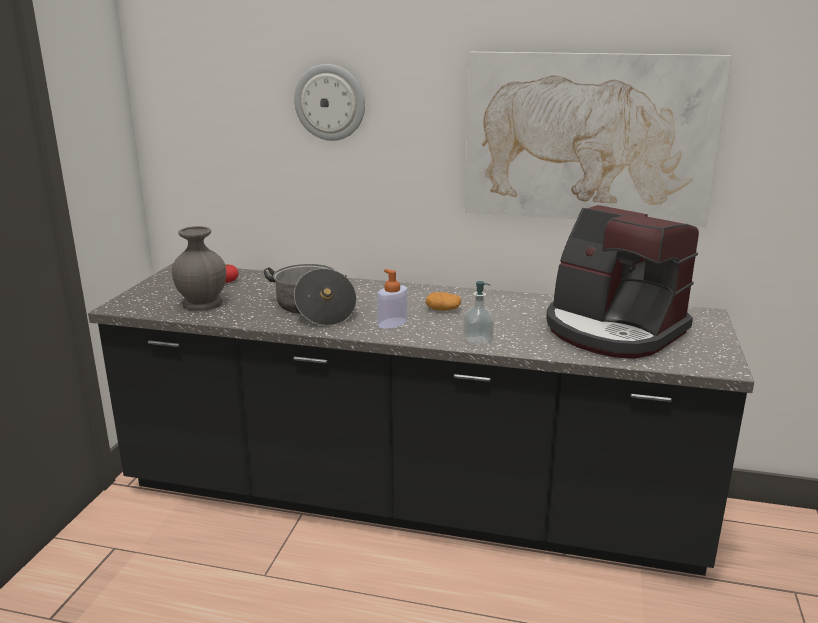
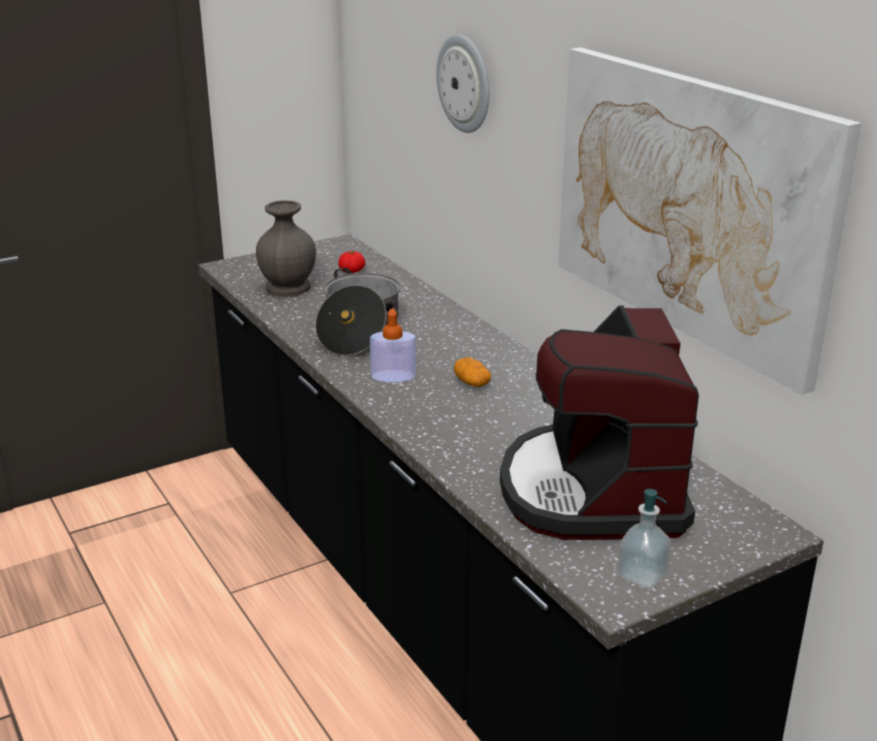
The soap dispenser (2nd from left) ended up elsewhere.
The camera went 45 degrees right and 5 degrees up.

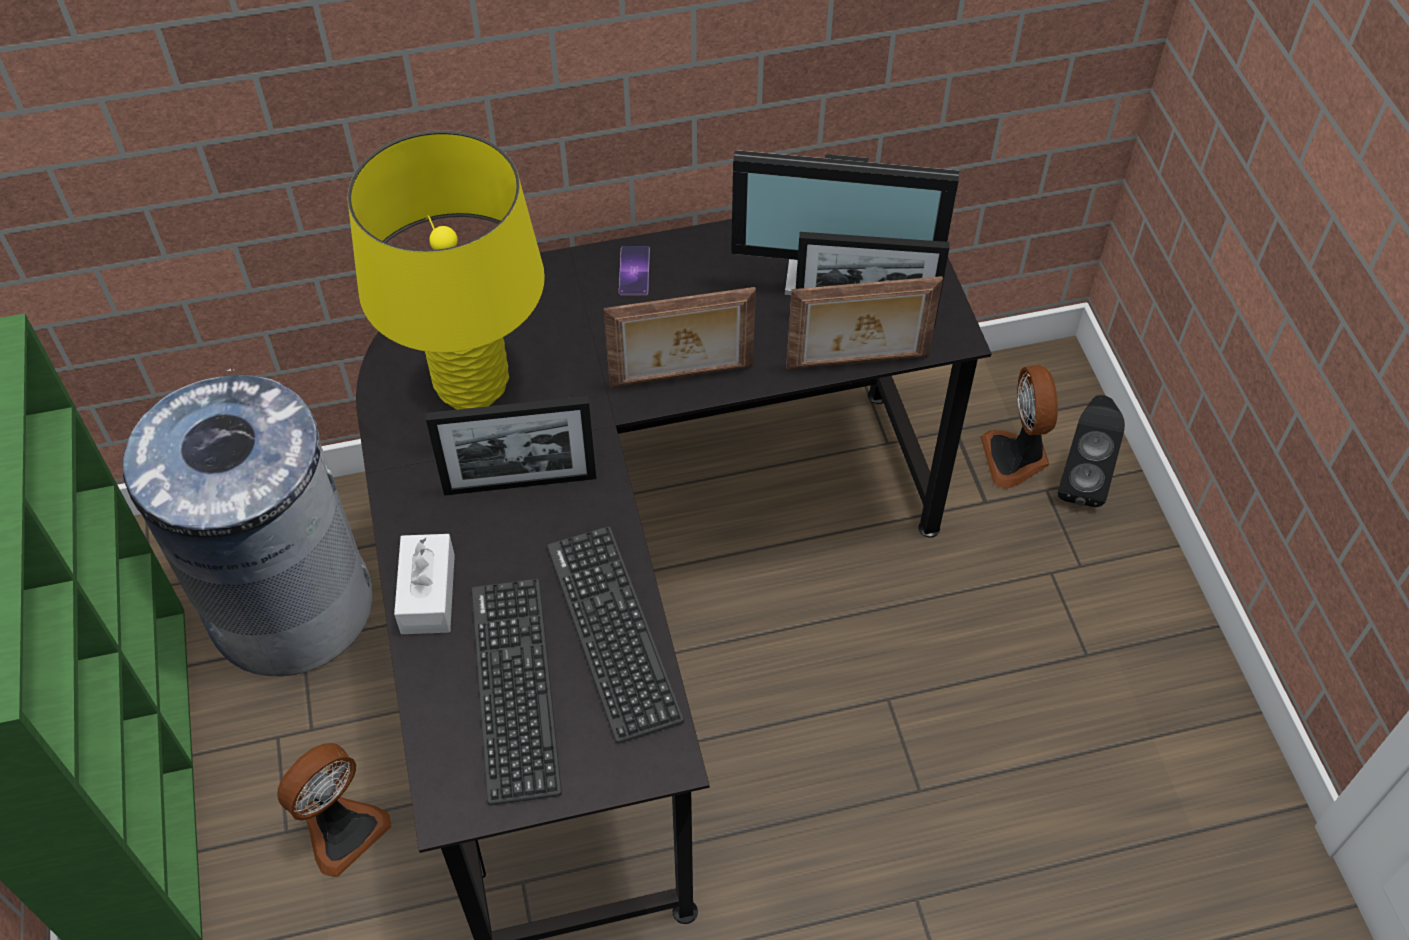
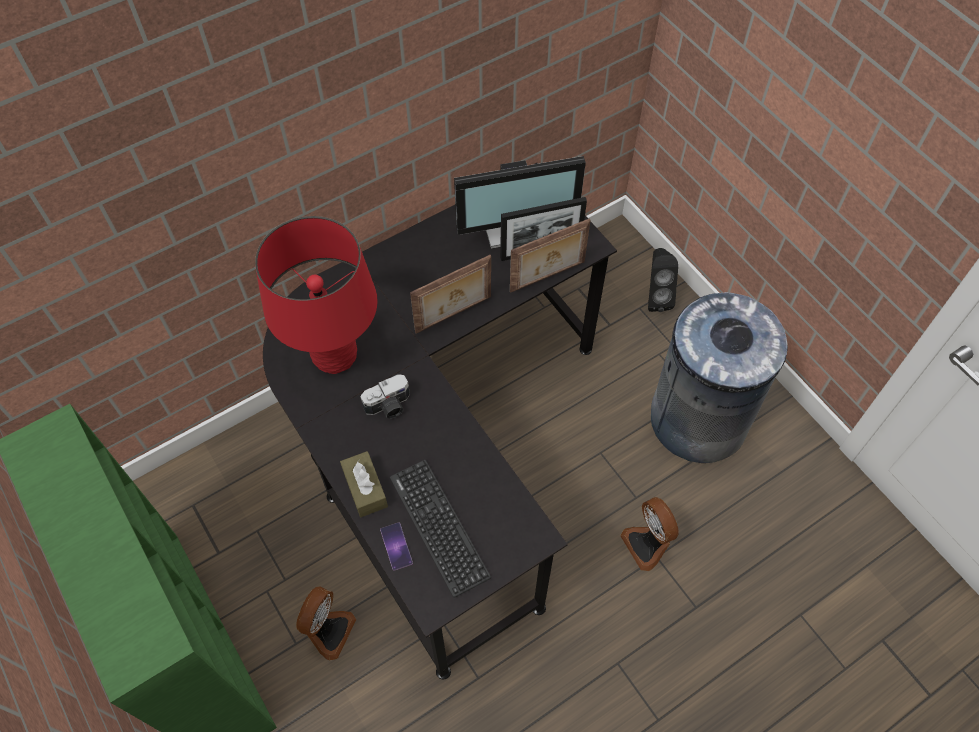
What was the yellow table lamp turned into the red table lamp.
The phone ended up elsewhere.
The fan (2nd from left) ended up elsewhere.
The grey trash can ended up elsewhere.
Where the picture frame (1st from left) stood, the photo camera came to stand.
The second view lost the keyboard (2nd from left).
What was the white tissue box turned into the brown tissue box.
The camera went 20 degrees left and 5 degrees up.

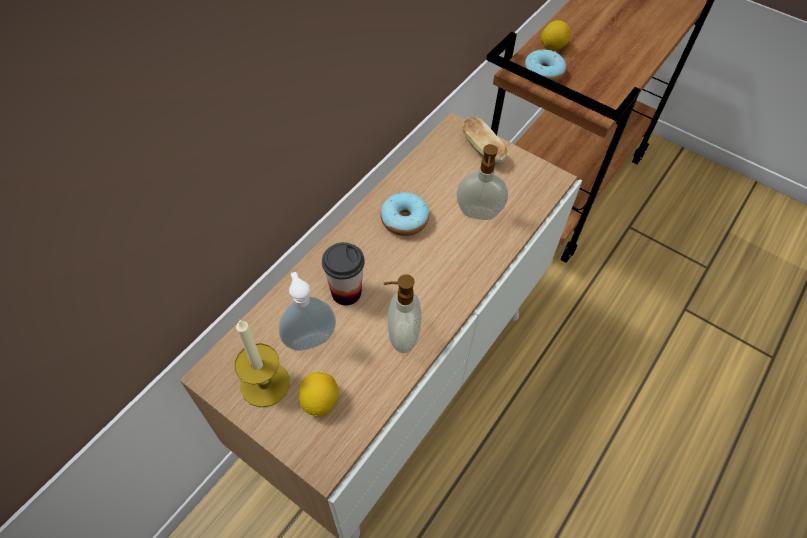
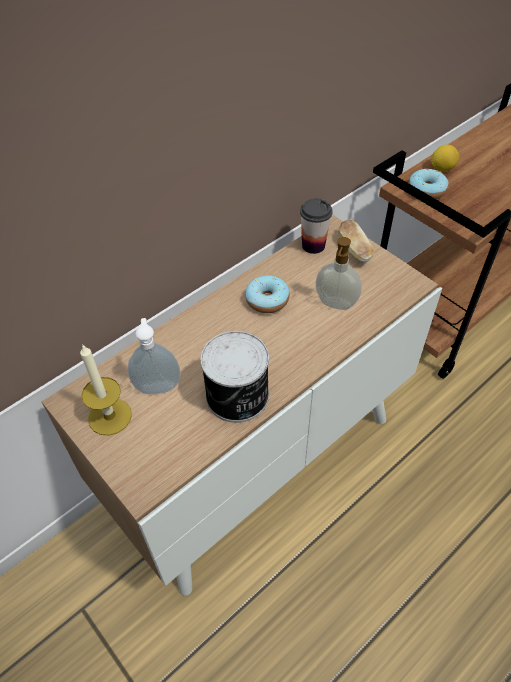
The cup ended up elsewhere.
Where the soap dispenser (2nd from left) stood, the can came to stand.
The second view lost the lemon (1st from left).
The camera went 15 degrees right and 5 degrees down.

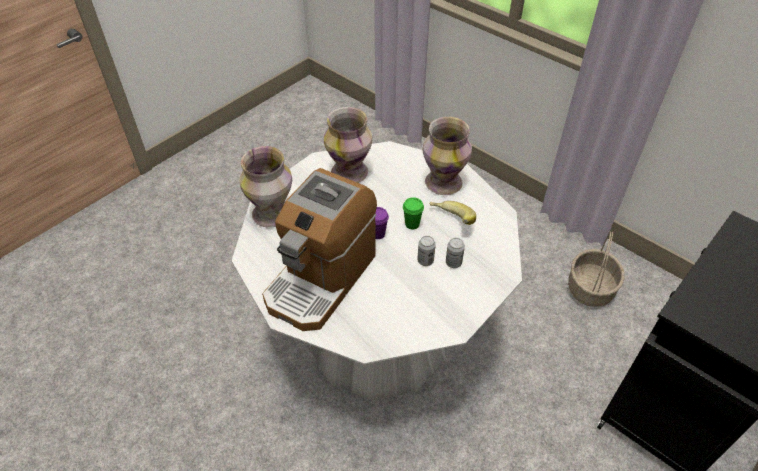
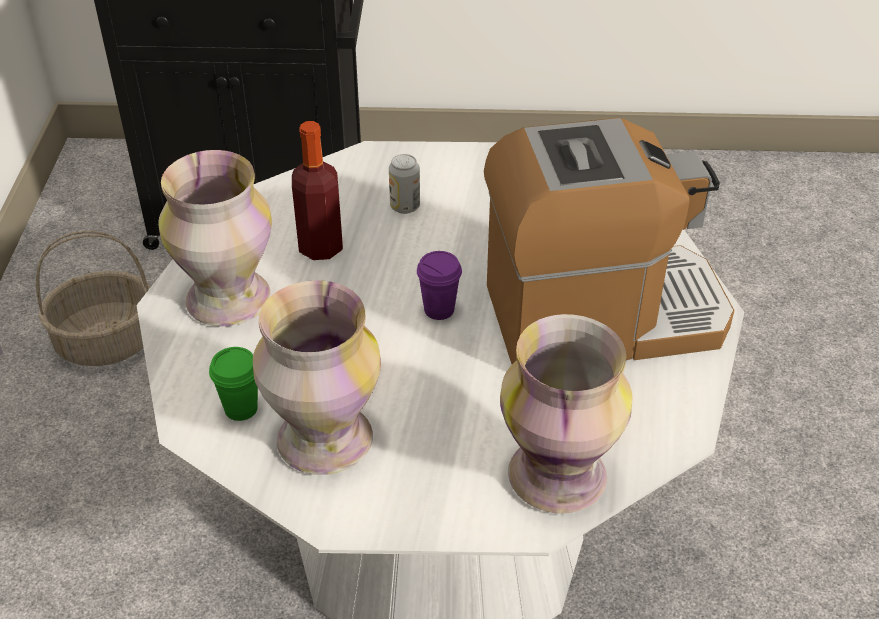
The green cup ended up elsewhere.
Where the banana stood, the bottle came to stand.
The second view lost the can (1st from left).
The camera went 130 degrees left and 5 degrees down.

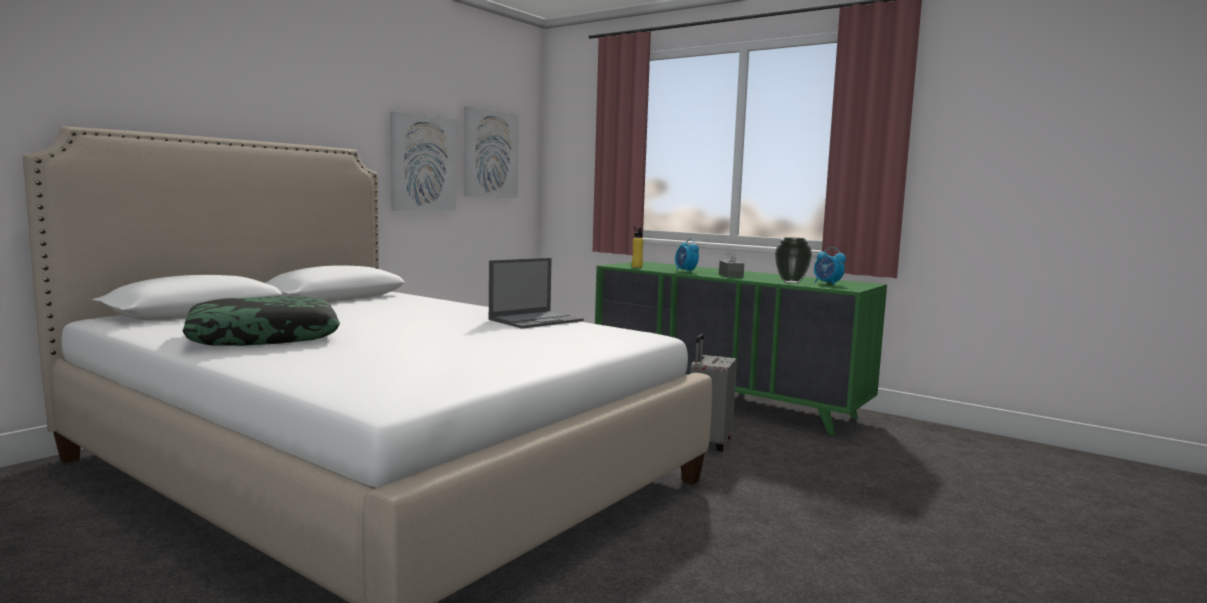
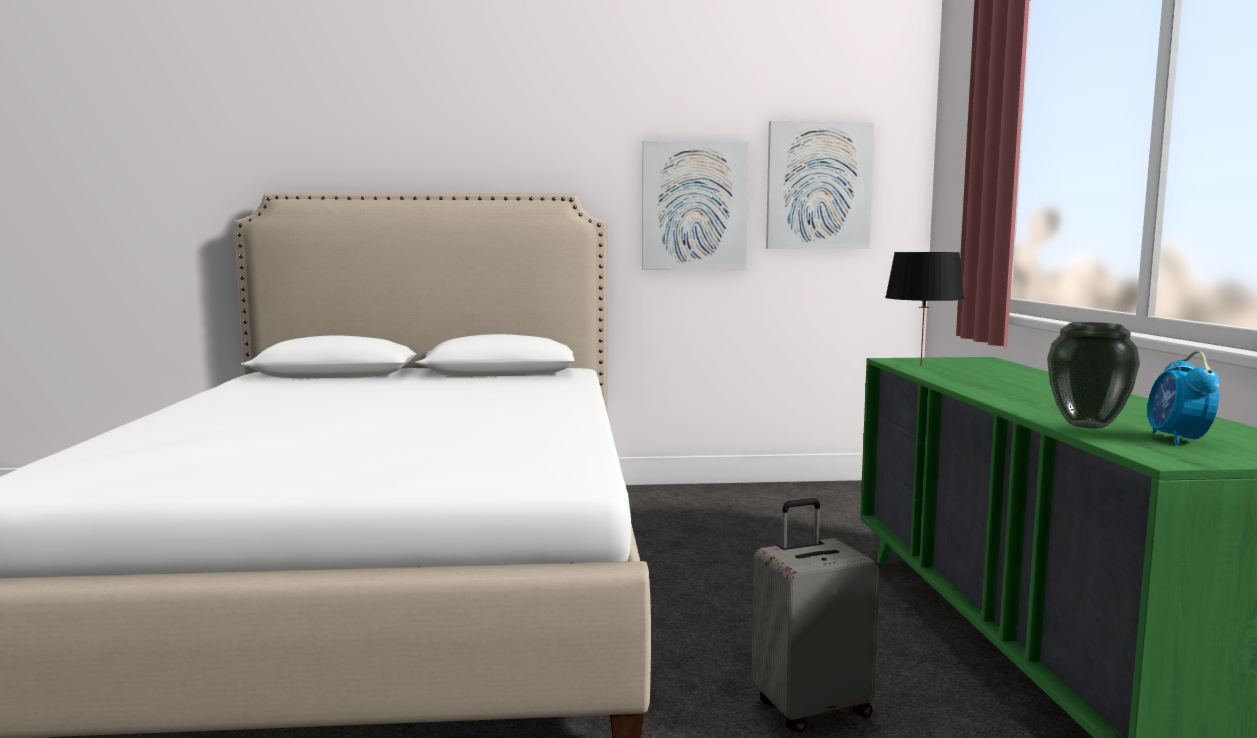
Where the yellow bottle stood, the black table lamp came to stand.
The second view lost the alarm clock (1st from left).
The second view lost the grey tissue box.
The second view lost the laptop.
The second view lost the pillow.
The camera went 50 degrees right and 0 degrees up.

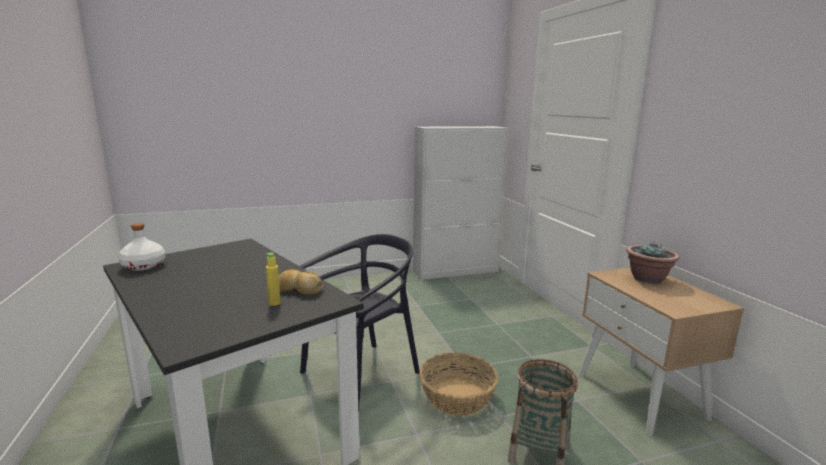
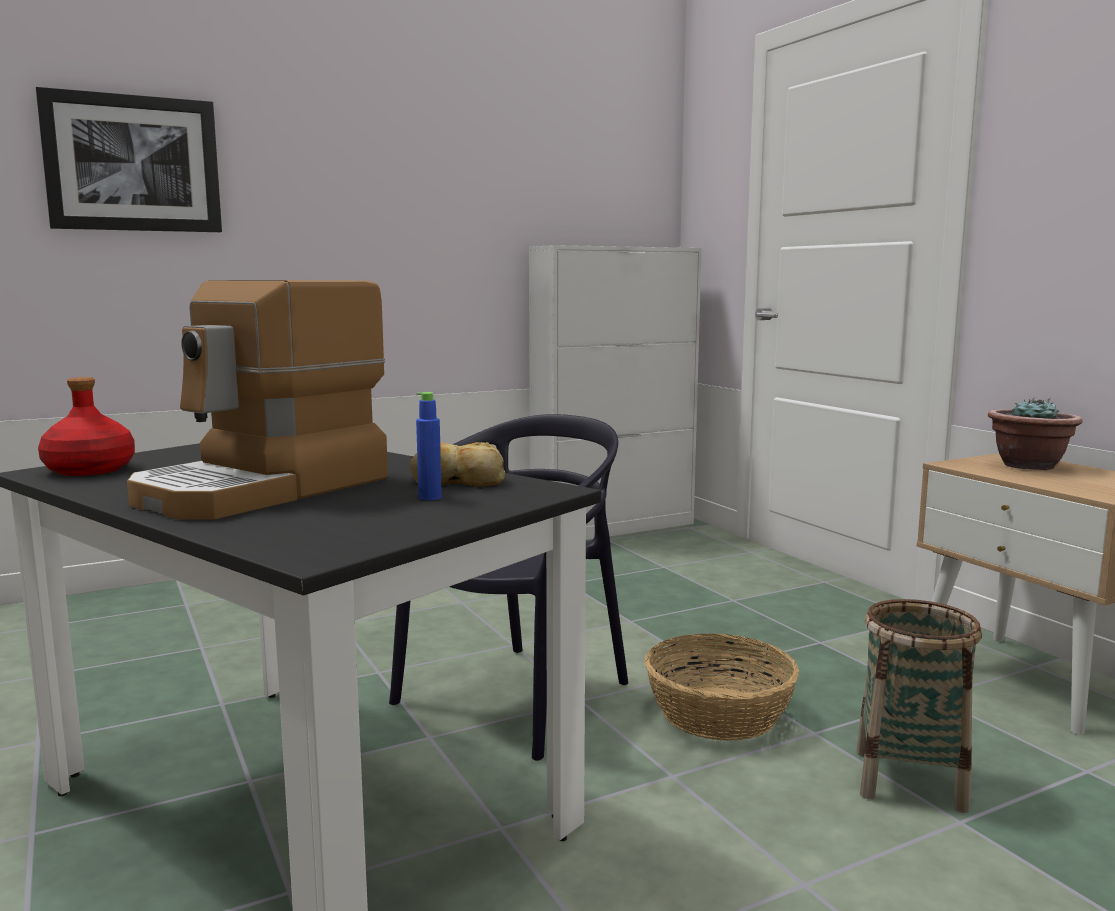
What was the white bottle turned into the red bottle.
What was the yellow bottle turned into the blue bottle.
The second view gained the picture.
The second view gained the coffee machine.
The camera went 10 degrees left and 5 degrees down.

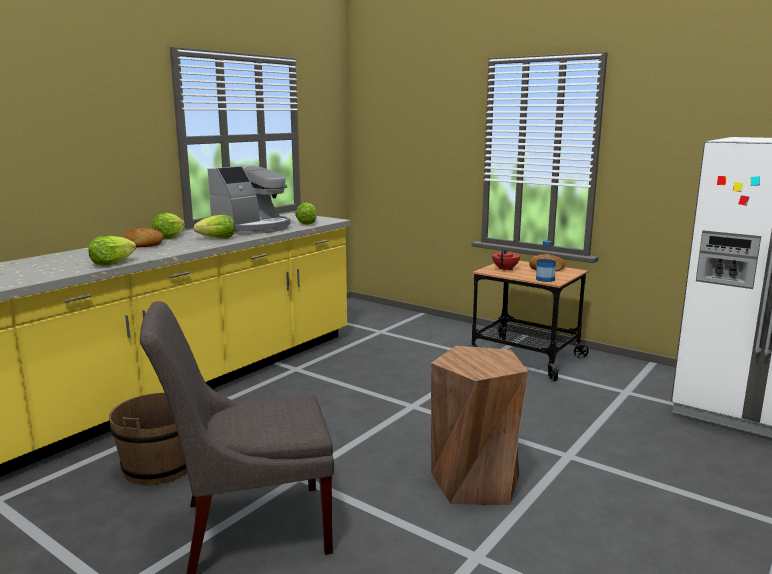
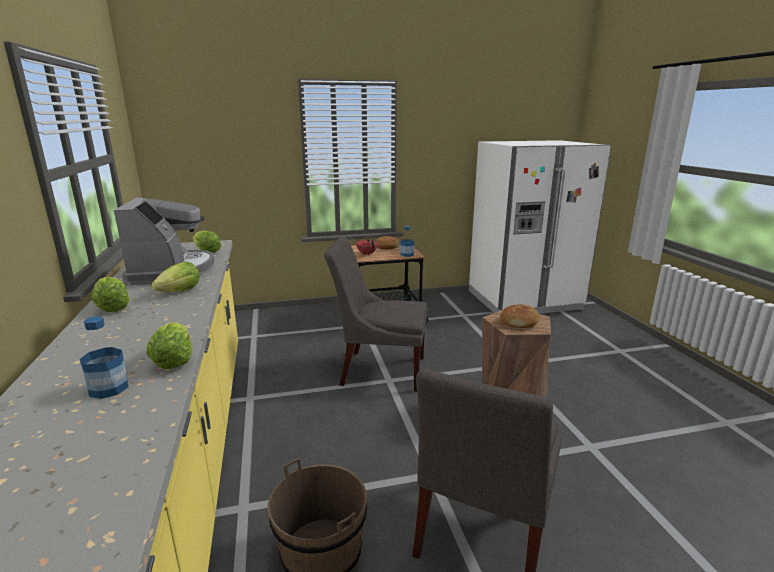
The bread (1st from left in the first image) ended up elsewhere.
The second view gained the grey chair (1st from left).
The second view gained the bottle (1st from left).
The camera went 50 degrees left and 5 degrees up.

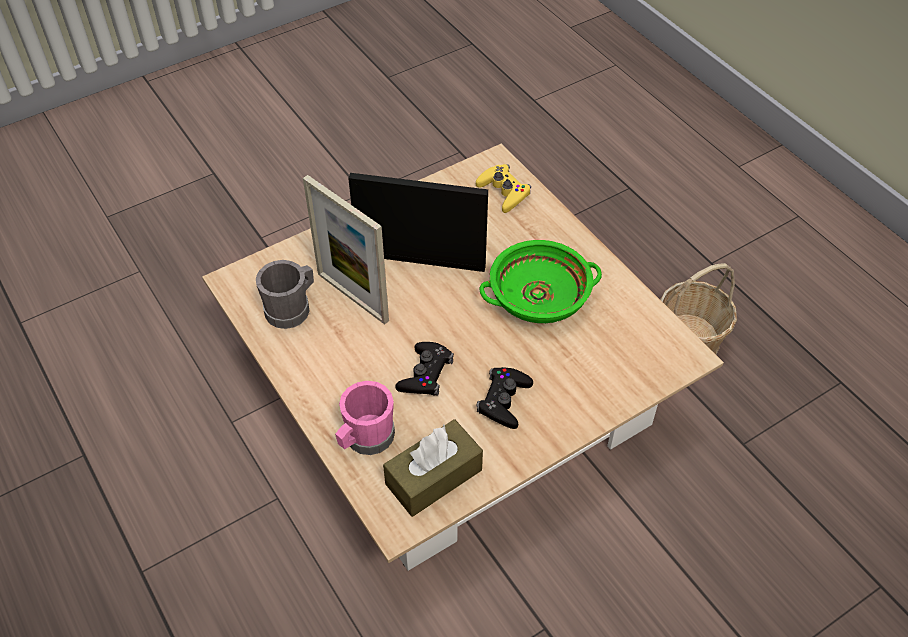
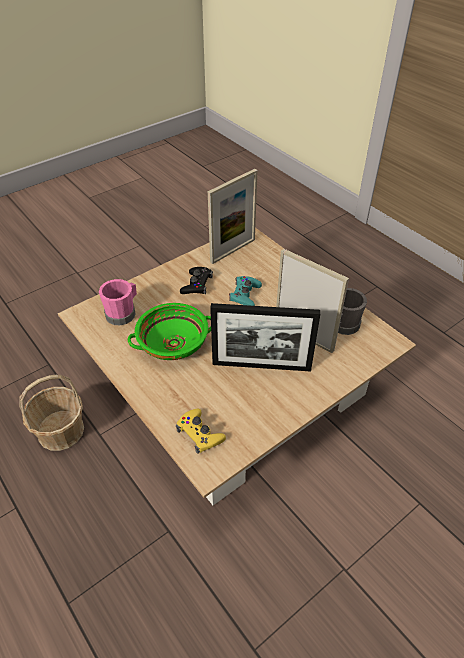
What was the black game controller (1st from left) turned into the turquoise game controller.
The pink mug ended up elsewhere.
Where the brown tissue box stood, the picture frame (1st from left) came to stand.
The camera went 175 degrees right and 5 degrees down.

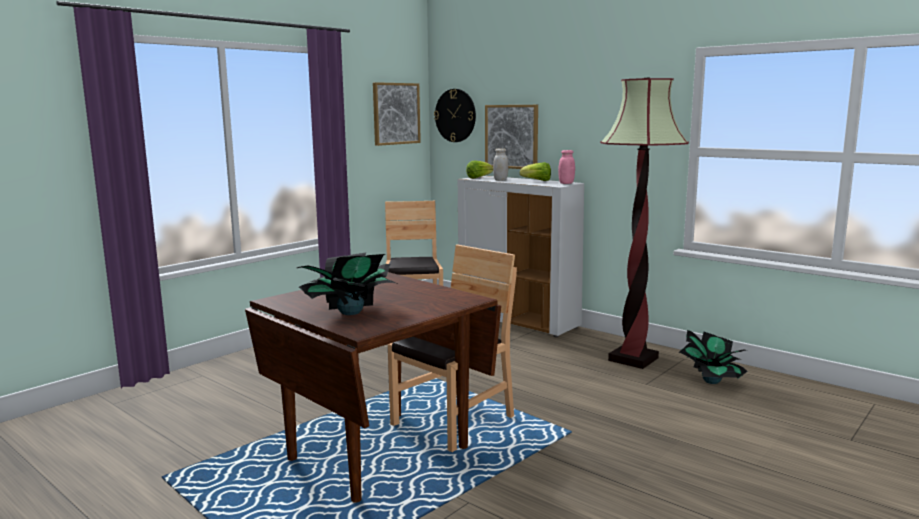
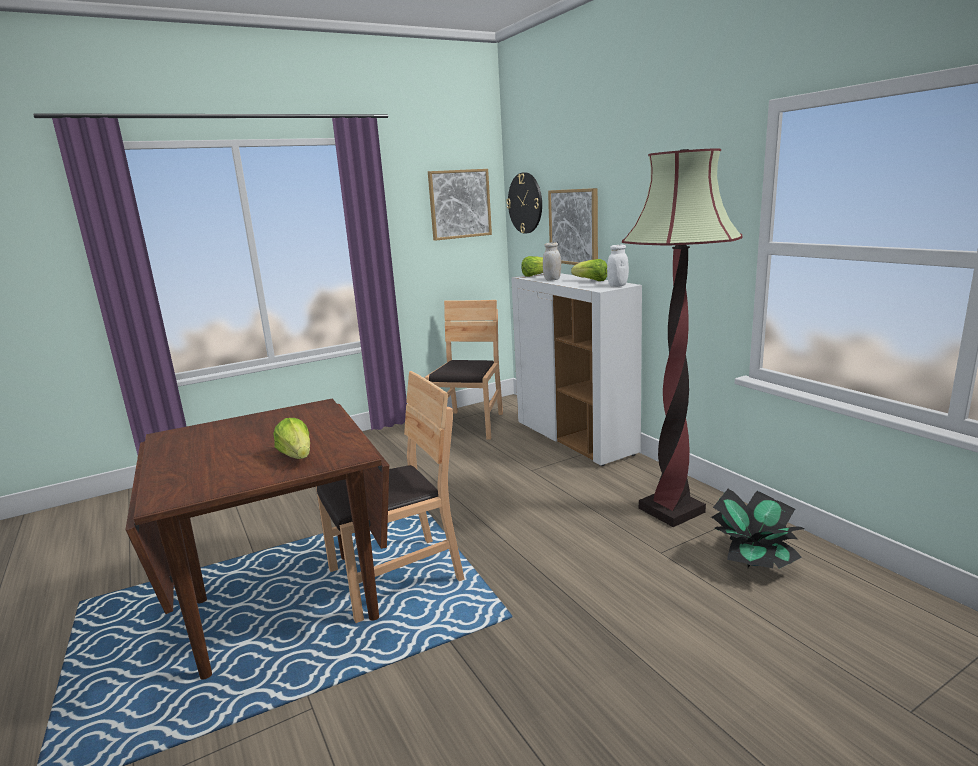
What was the pink jar turned into the white jar (2nd from left).
The second view lost the potted plant (1st from left).
The second view gained the lettuce (1st from left).
The camera went 20 degrees right and 5 degrees up.

